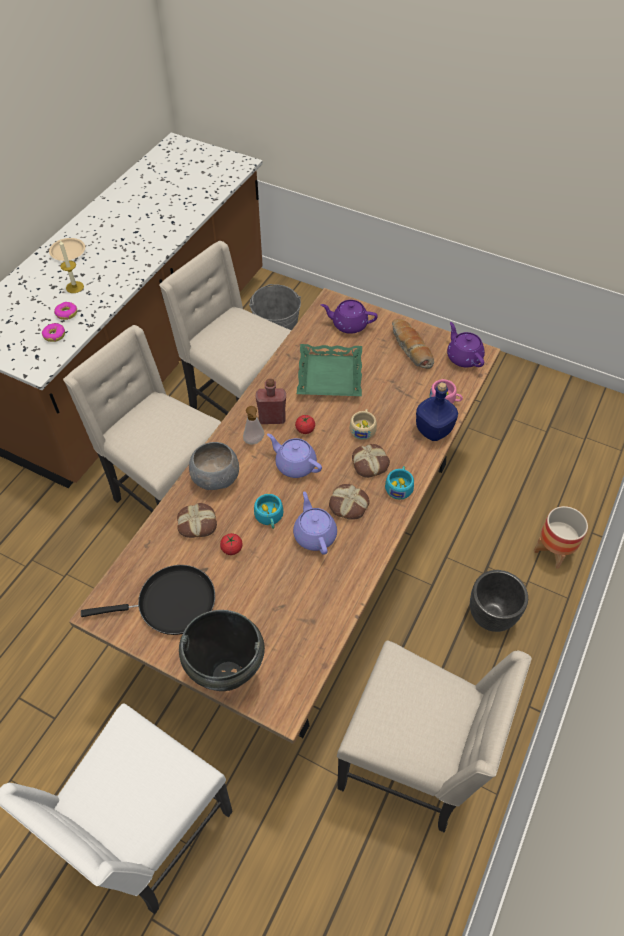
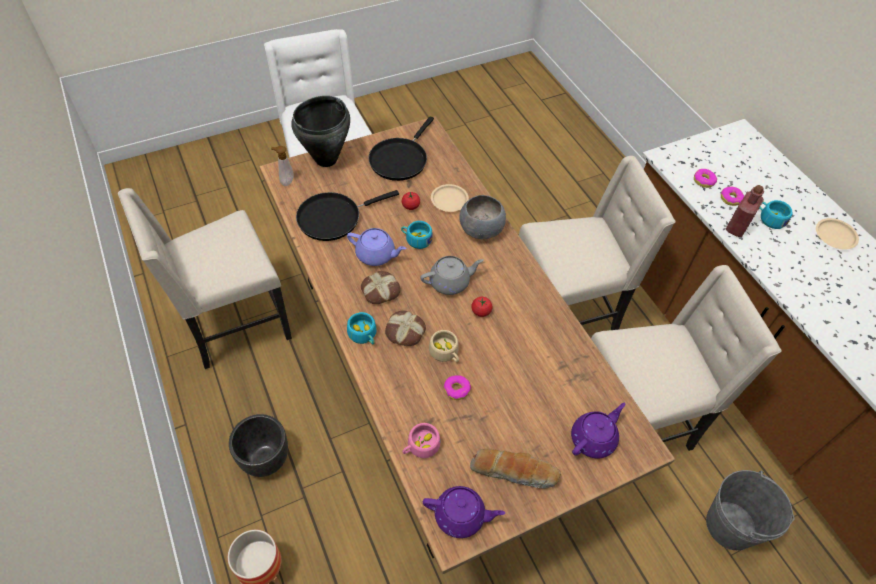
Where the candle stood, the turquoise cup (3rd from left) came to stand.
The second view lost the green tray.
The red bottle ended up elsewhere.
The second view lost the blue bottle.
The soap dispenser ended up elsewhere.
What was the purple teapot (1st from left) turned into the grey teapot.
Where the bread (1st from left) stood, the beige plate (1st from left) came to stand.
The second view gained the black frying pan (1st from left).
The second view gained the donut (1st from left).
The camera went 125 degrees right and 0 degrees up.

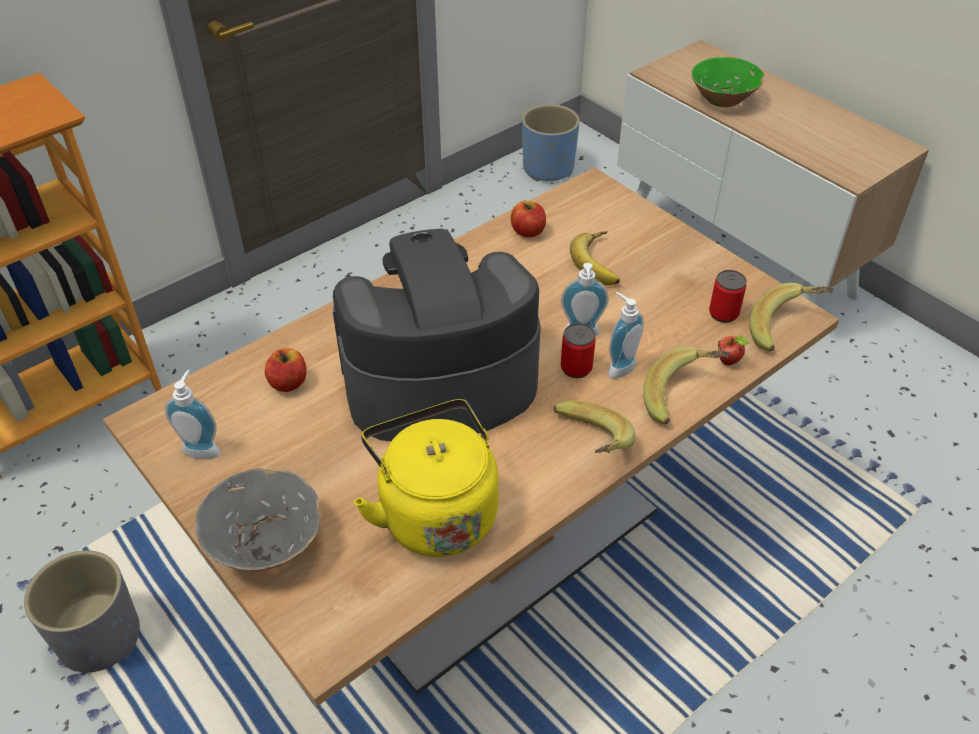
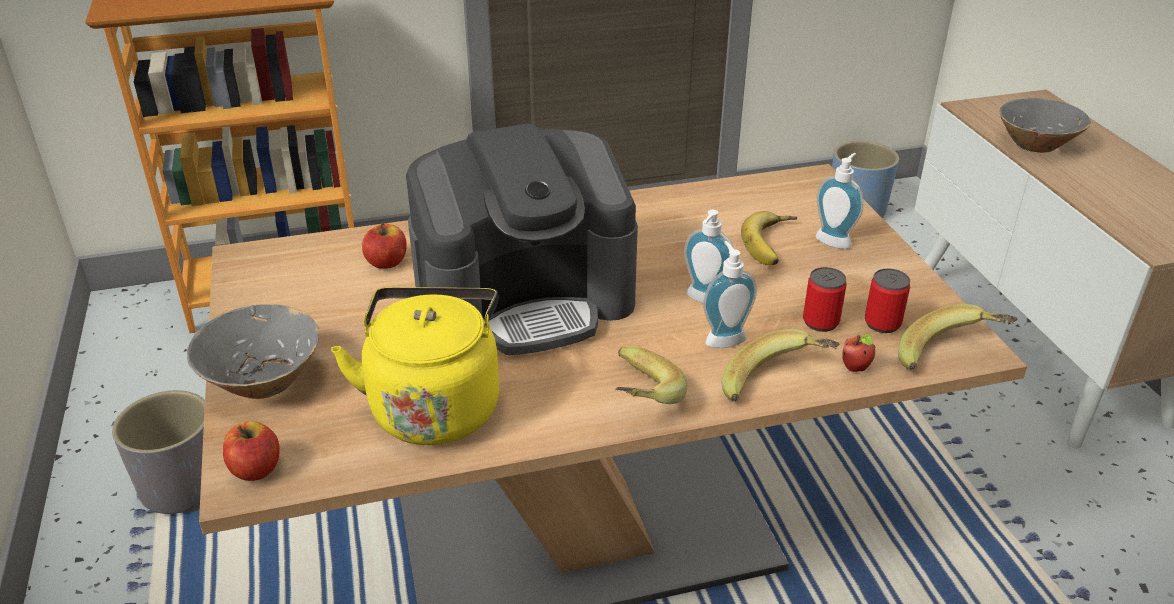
What was the green bowl turned into the grey bowl (2nd from left).
The apple (2nd from left in the first image) ended up elsewhere.
The coffee machine ended up facing another way, 150 degrees clockwise from before.
The can (1st from left) ended up elsewhere.
The soap dispenser (1st from left in the first image) ended up elsewhere.
The camera went 25 degrees right and 10 degrees down.

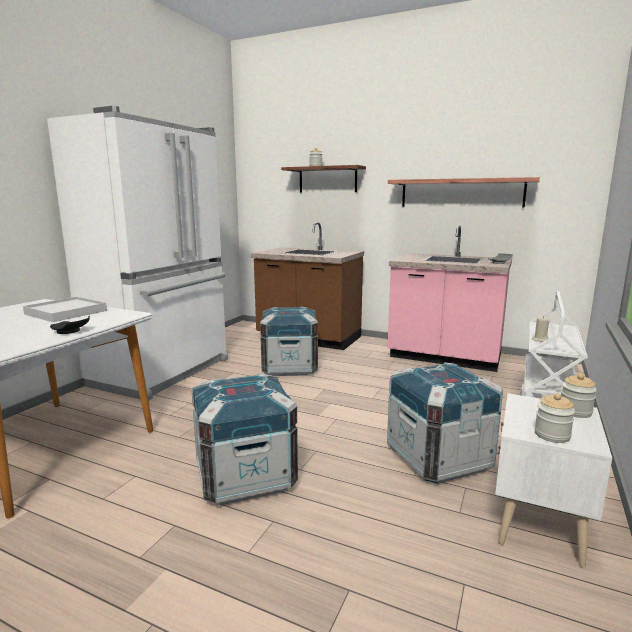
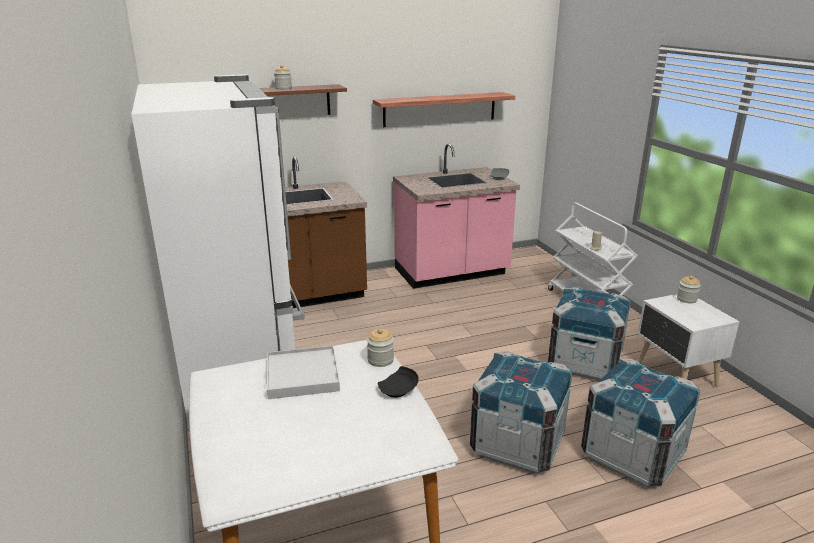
The crate (2nd from left in the first image) ended up elsewhere.
The jar (2nd from left) ended up elsewhere.
The camera went 45 degrees left and 10 degrees up.

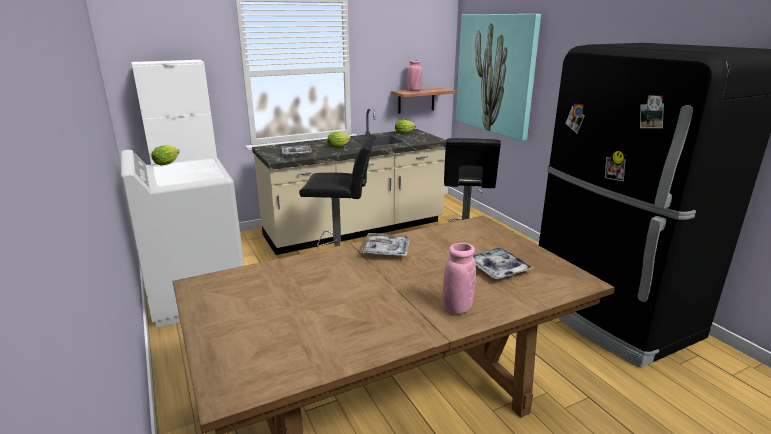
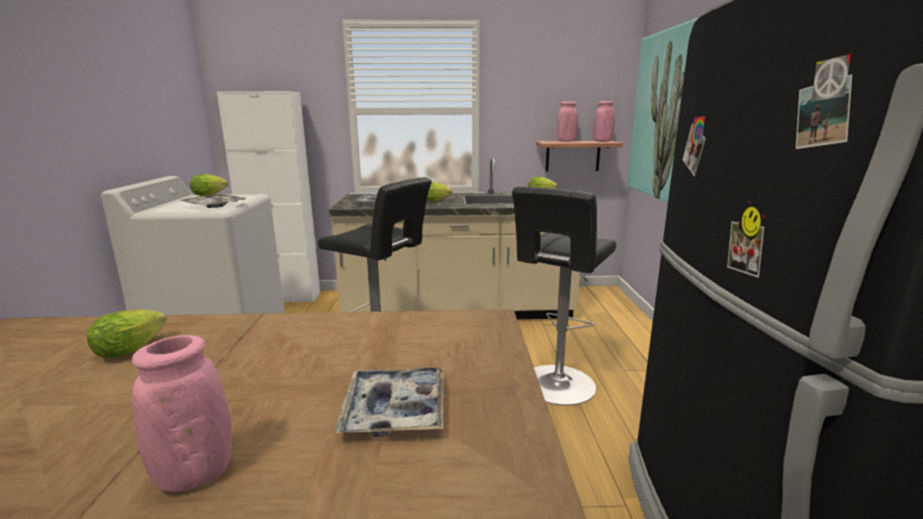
The tray (2nd from left in the first image) ended up elsewhere.
The second view gained the pink vase (3rd from left).
The second view gained the lettuce (1st from left).
The camera went 25 degrees right and 5 degrees down.

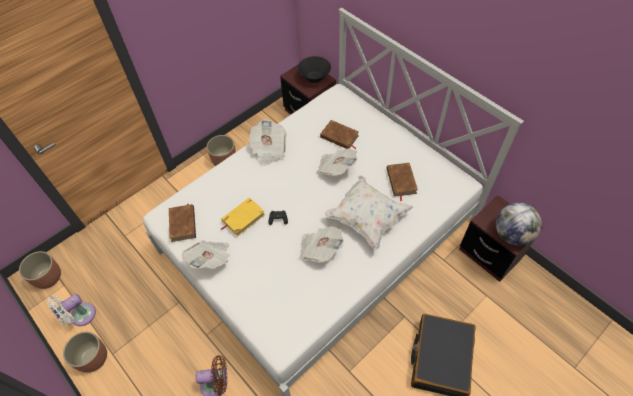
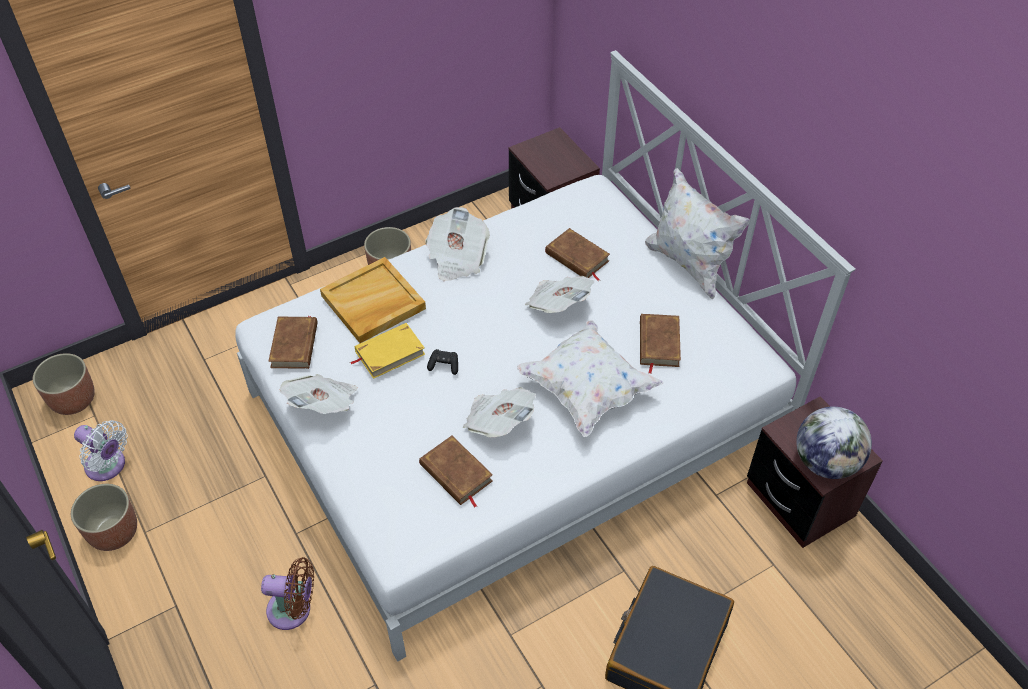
The second view lost the black bowl.
The white fan ended up facing another way, 120 degrees counterclockwise from before.
The second view gained the white pillow (2nd from left).
The second view gained the beige tray.
The second view gained the brown book (2nd from left).
The camera went 10 degrees right and 5 degrees down.

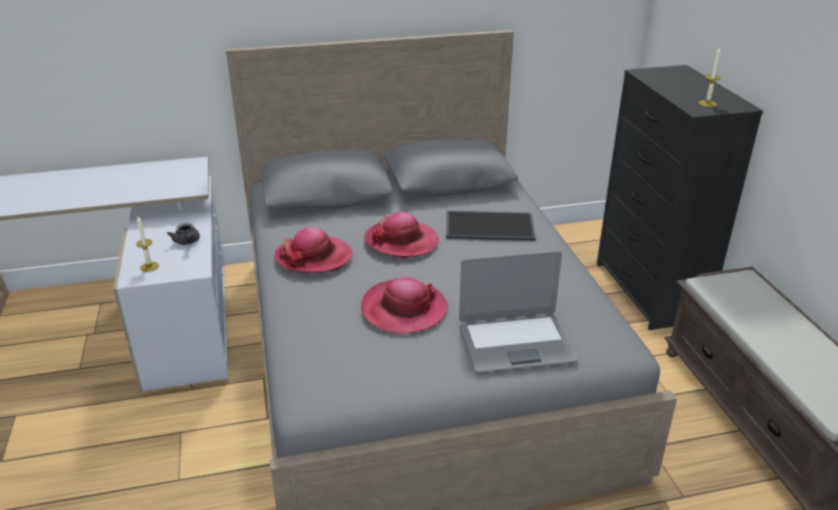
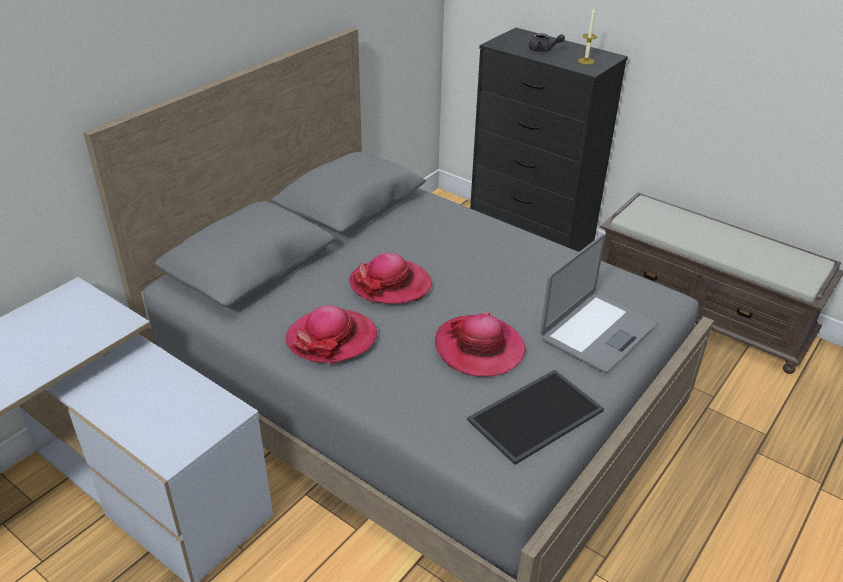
The tray ended up elsewhere.
The second view lost the candle (1st from left).
The grey teapot ended up elsewhere.
The camera went 40 degrees left and 5 degrees up.

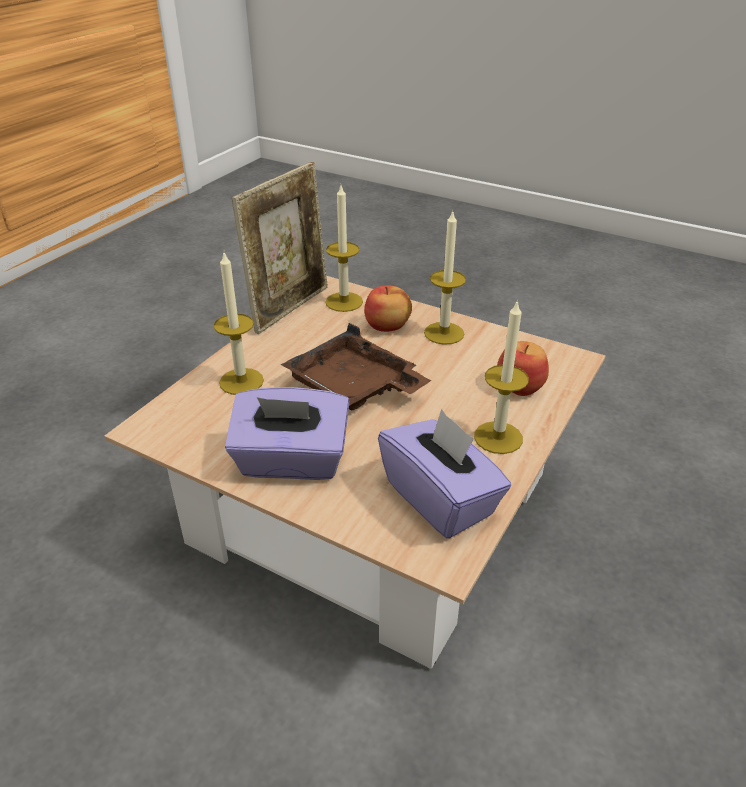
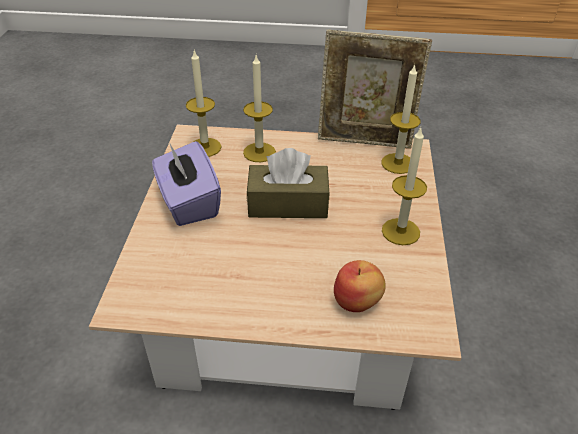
The second view lost the apple (1st from left).
The candle (4th from left in the first image) ended up elsewhere.
Where the brown tray stood, the brown tissue box came to stand.
The second view lost the purple tissue box (2nd from left).
The camera went 65 degrees right and 5 degrees up.

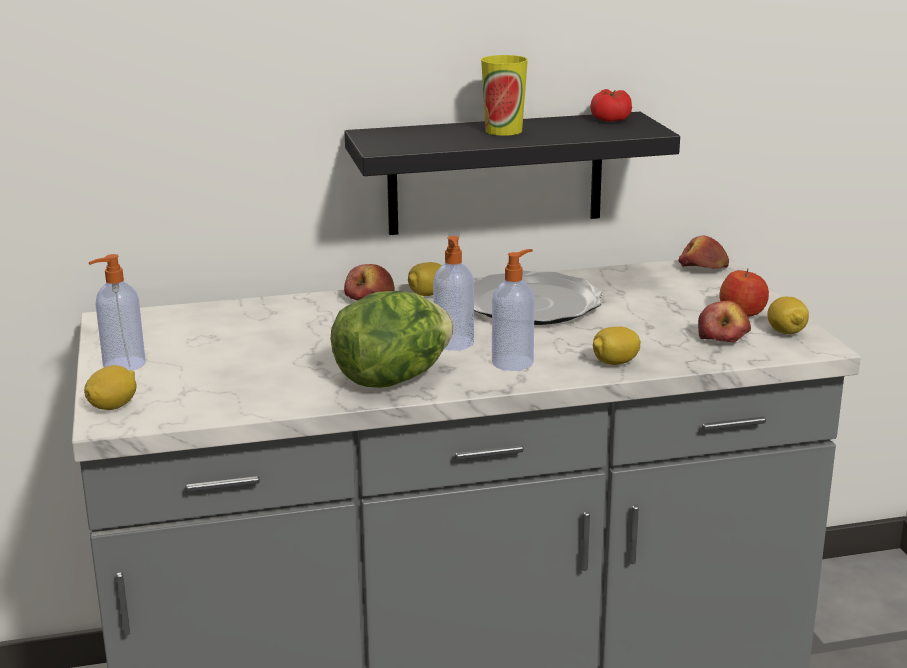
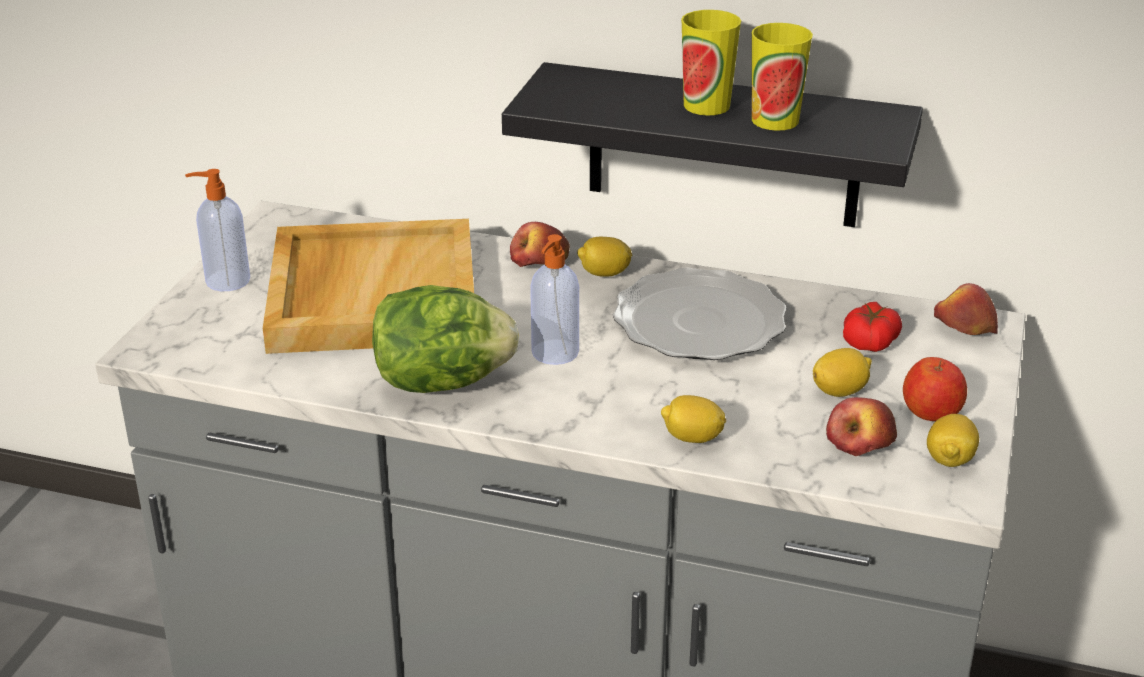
The tomato ended up elsewhere.
The second view lost the soap dispenser (3rd from left).
The lemon (1st from left in the first image) ended up elsewhere.
The second view gained the cup (2nd from left).
The second view gained the beige tray.
The camera went 30 degrees right and 10 degrees up.

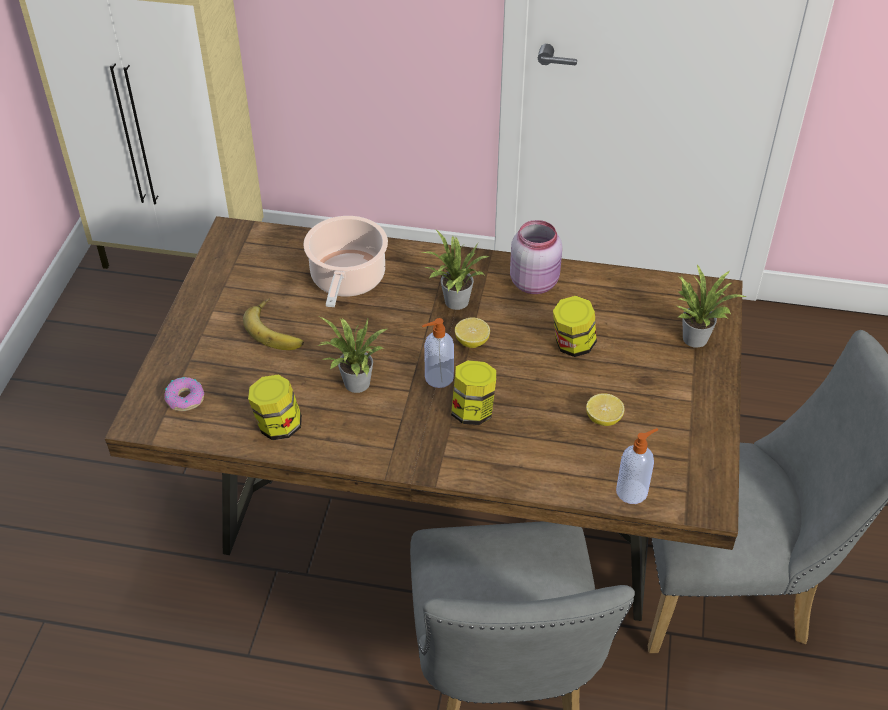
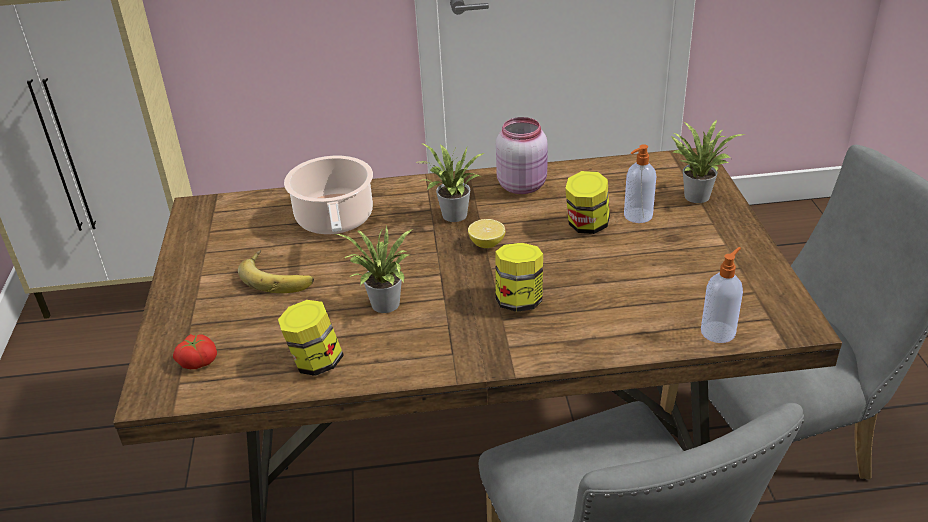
The soap dispenser (1st from left) ended up elsewhere.
Where the donut stood, the tomato came to stand.
The second view lost the lemon (2nd from left).
The camera went 15 degrees left and 10 degrees down.

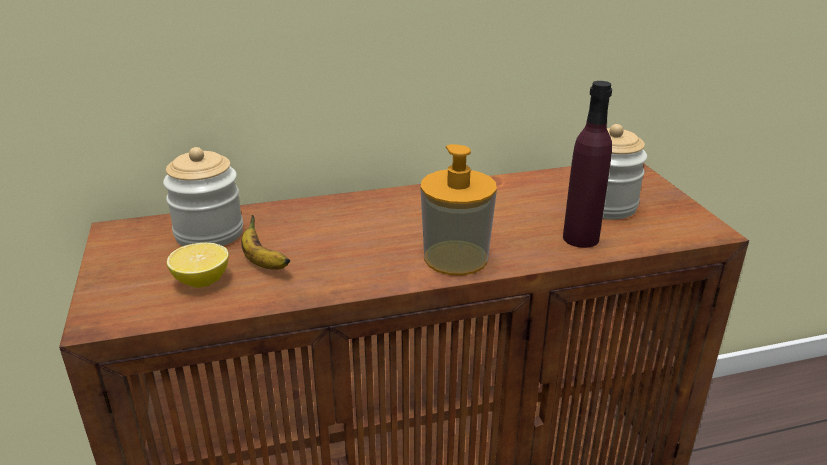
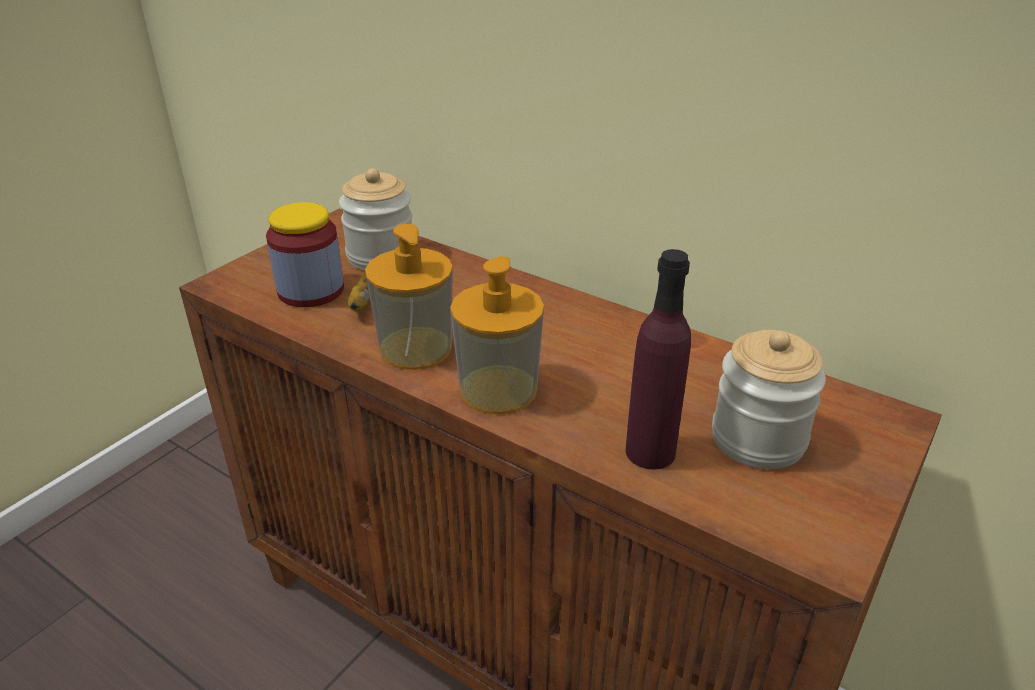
Where the lemon stood, the jar (1st from left) came to stand.
The second view gained the soap dispenser (1st from left).
The camera went 50 degrees right and 5 degrees up.

